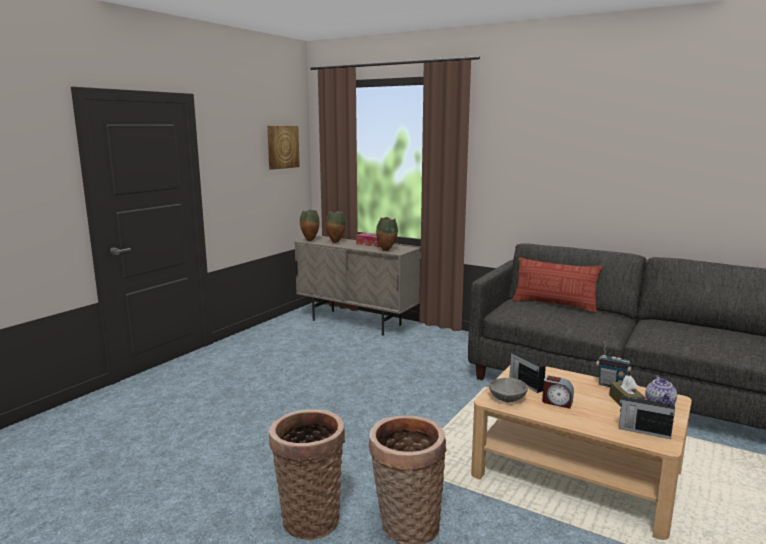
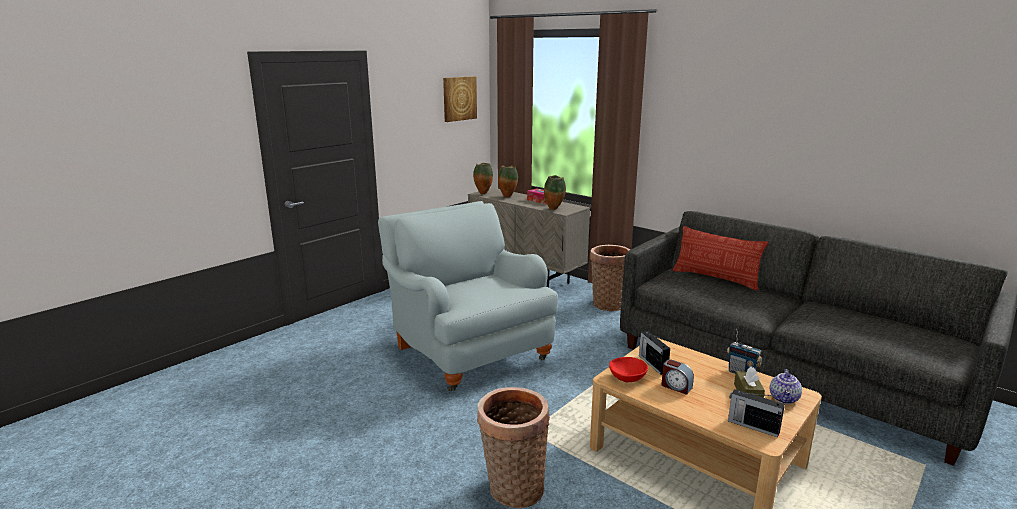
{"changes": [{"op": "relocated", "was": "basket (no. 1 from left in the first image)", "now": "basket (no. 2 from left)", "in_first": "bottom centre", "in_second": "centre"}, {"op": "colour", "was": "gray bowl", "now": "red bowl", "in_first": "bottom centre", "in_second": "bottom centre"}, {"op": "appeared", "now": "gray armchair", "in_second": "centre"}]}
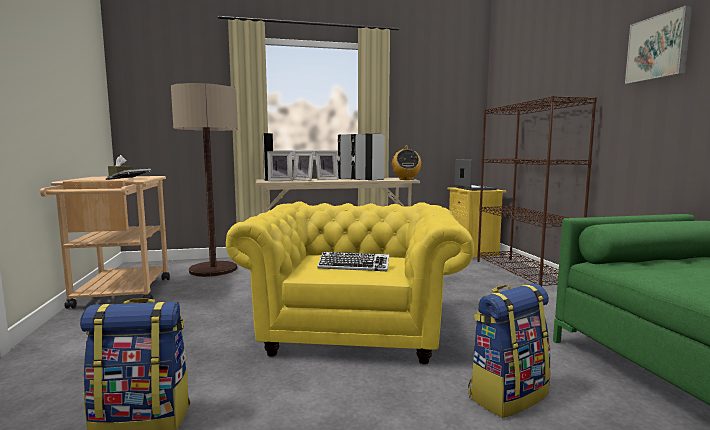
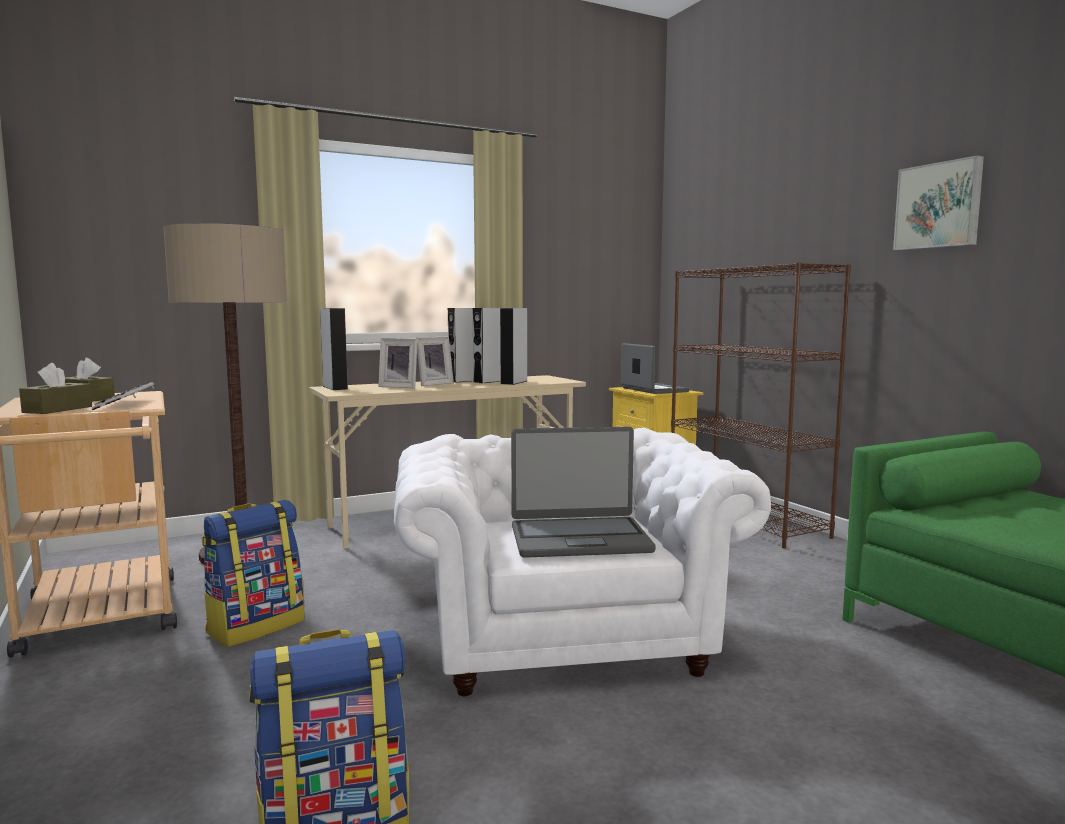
{"changes": [{"op": "colour", "was": "yellow armchair", "now": "white-coloured armchair", "in_first": "centre", "in_second": "bottom centre"}, {"op": "missing", "was": "picture frame (no. 1 from left)", "in_first": "centre"}, {"op": "exchanged", "was": "PC keyboard (no. 2 from left)", "now": "laptop (no. 1 from left)", "in_first": "centre", "in_second": "centre"}, {"op": "missing", "was": "radio", "in_first": "centre"}, {"op": "relocated", "was": "backpack (no. 2 from left in the first image)", "now": "backpack (no. 1 from left)", "in_first": "bottom right", "in_second": "bottom left"}, {"op": "appeared", "now": "brown-coloured tissue holder (no. 1 from left)", "in_second": "middle left"}]}
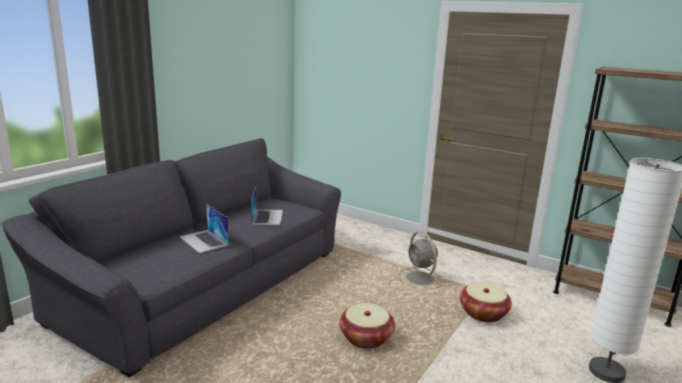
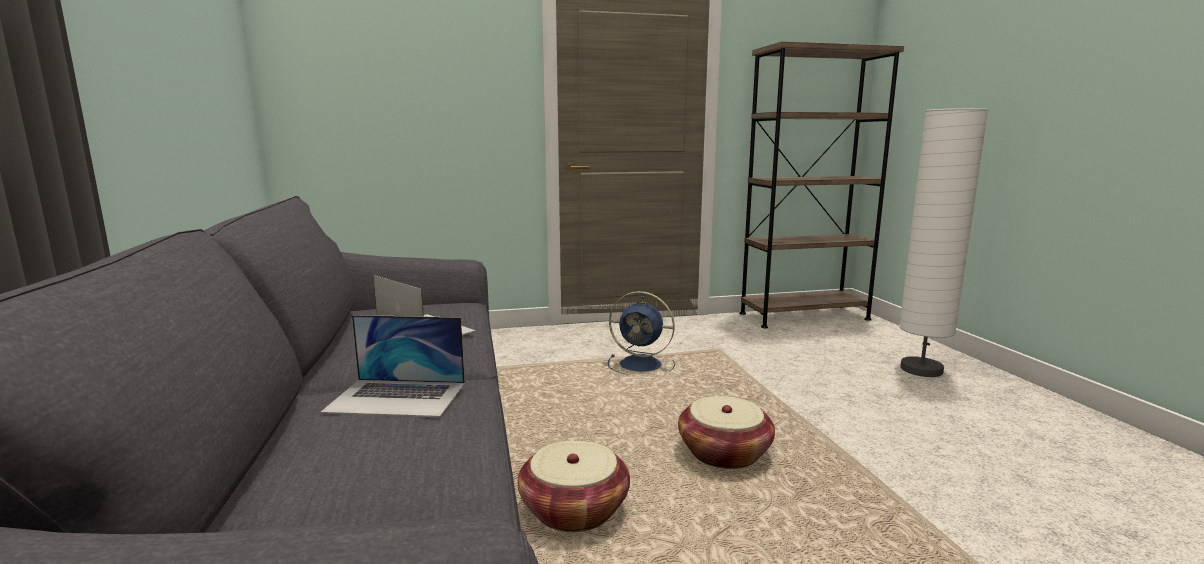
{"changes": [{"op": "colour", "was": "gray electric fan", "now": "bluish electric fan", "in_first": "bottom centre", "in_second": "centre"}, {"op": "relocated", "was": "basket (no. 2 from left in the first image)", "now": "basket (no. 1 from left)", "in_first": "bottom right", "in_second": "bottom centre"}]}
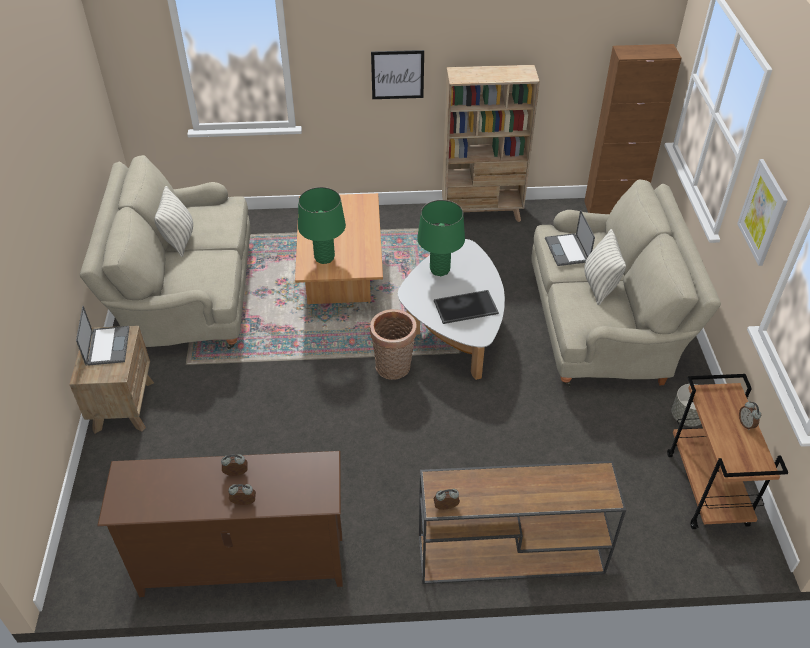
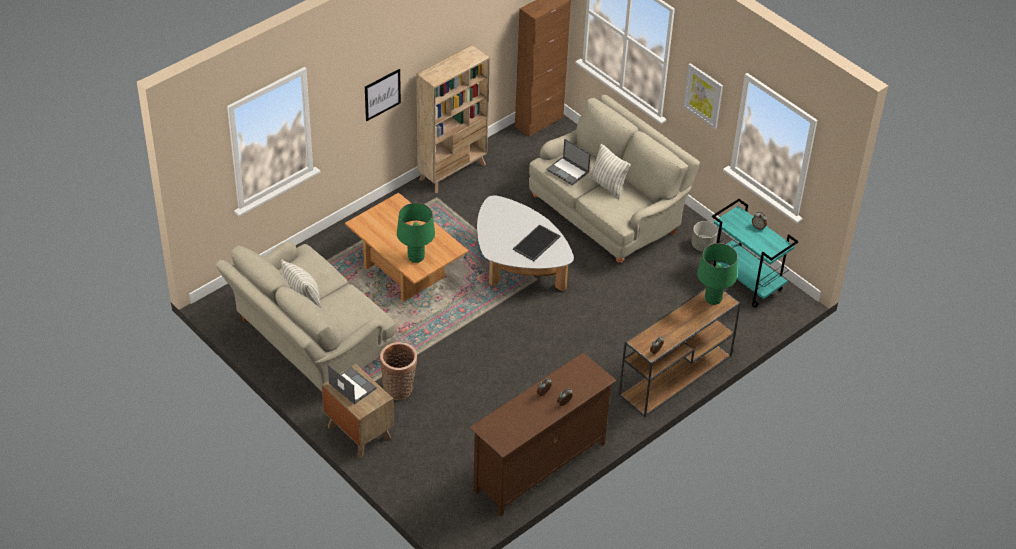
{"changes": [{"op": "relocated", "was": "basket", "in_first": "centre", "in_second": "bottom centre"}, {"op": "relocated", "was": "green table lamp (no. 2 from left)", "in_first": "centre", "in_second": "middle right"}, {"op": "colour", "was": "brown-coloured trolley", "now": "turquoise trolley", "in_first": "bottom right", "in_second": "middle right"}]}
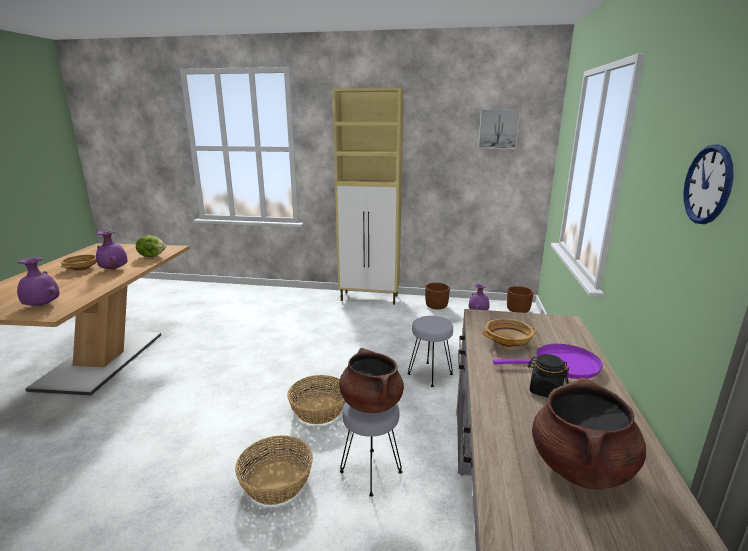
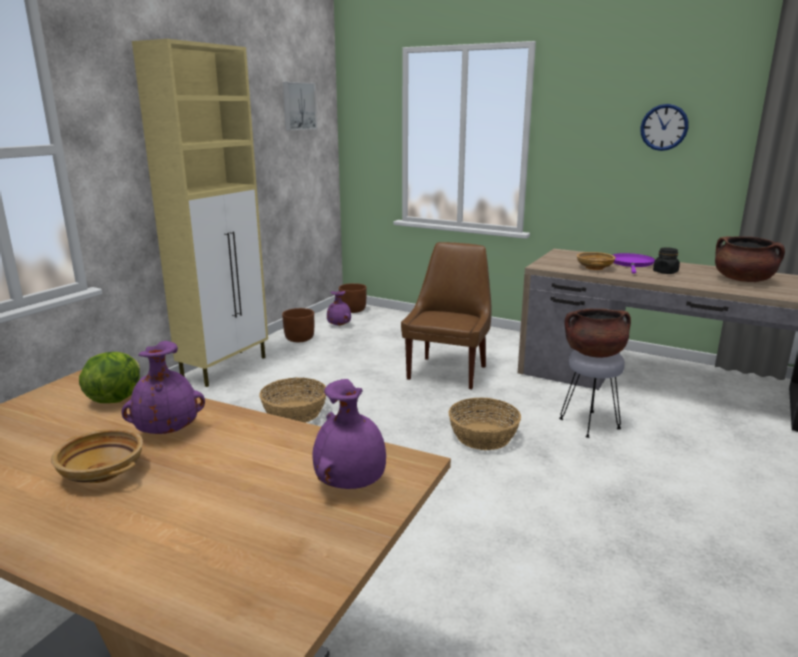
{"changes": [{"op": "relocated", "was": "basket (no. 1 from left)", "in_first": "bottom centre", "in_second": "centre"}, {"op": "exchanged", "was": "gray stool seat (no. 2 from left)", "now": "brown-coloured upright chair", "in_first": "centre", "in_second": "centre"}]}
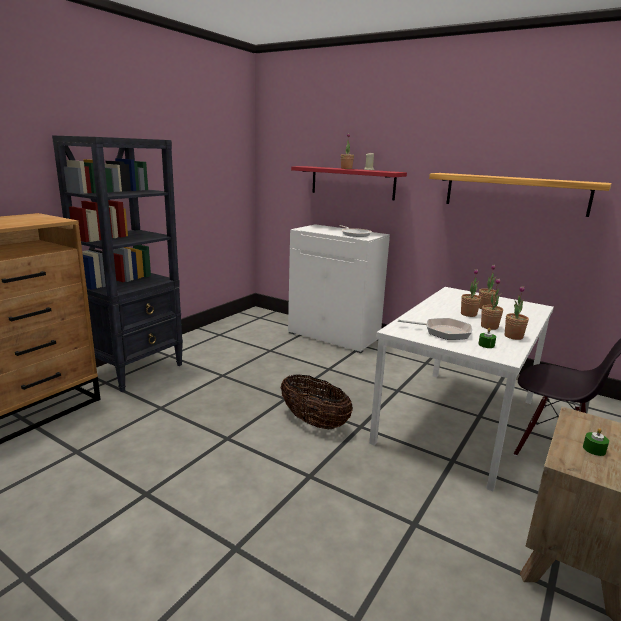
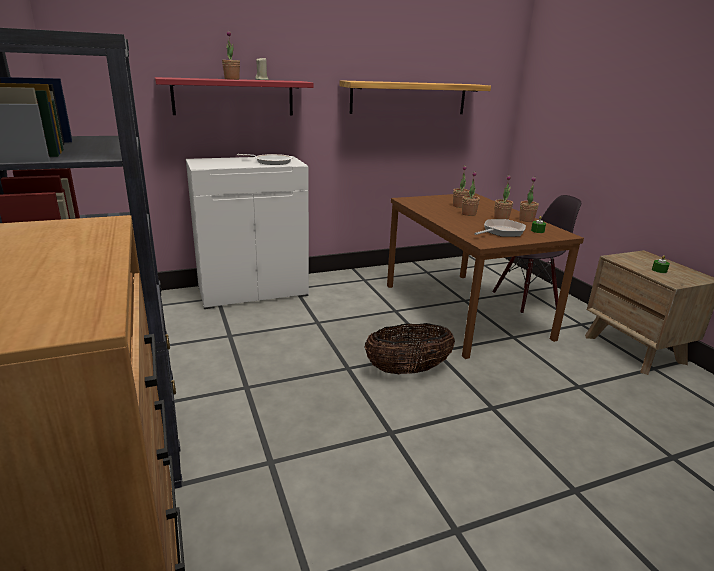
{"changes": [{"op": "colour", "was": "white-coloured kitchen table", "now": "brown-coloured kitchen table", "in_first": "middle right", "in_second": "middle right"}]}
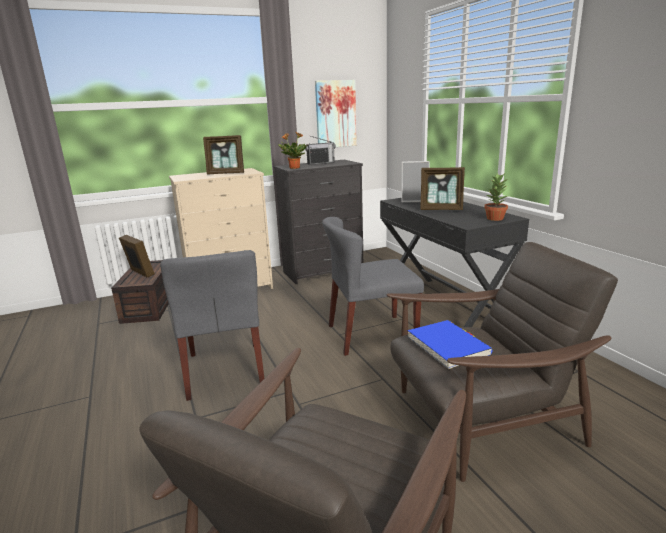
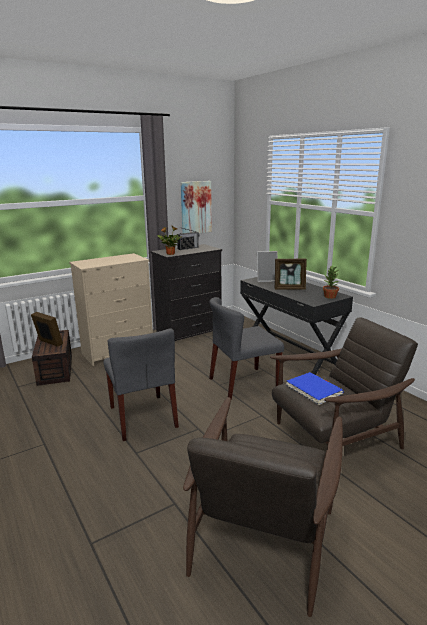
{"changes": [{"op": "missing", "was": "picture frame (no. 2 from left)", "in_first": "top centre"}]}
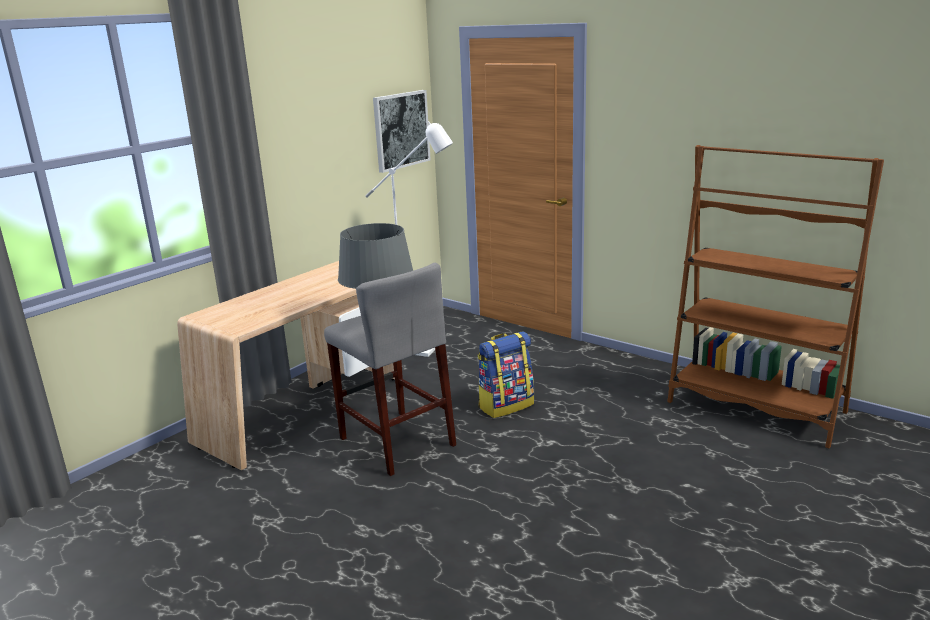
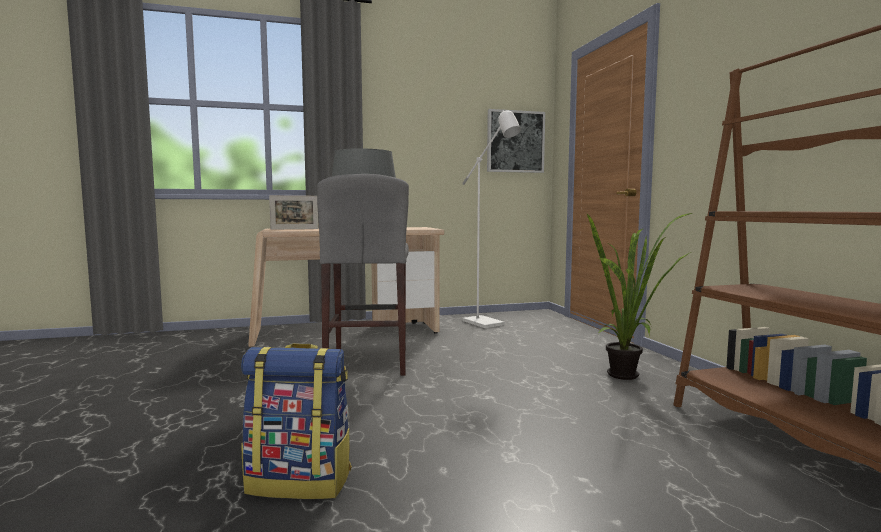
{"changes": [{"op": "relocated", "was": "backpack", "in_first": "centre", "in_second": "bottom centre"}, {"op": "appeared", "now": "picture frame", "in_second": "centre"}, {"op": "appeared", "now": "plant in a pot", "in_second": "middle right"}]}
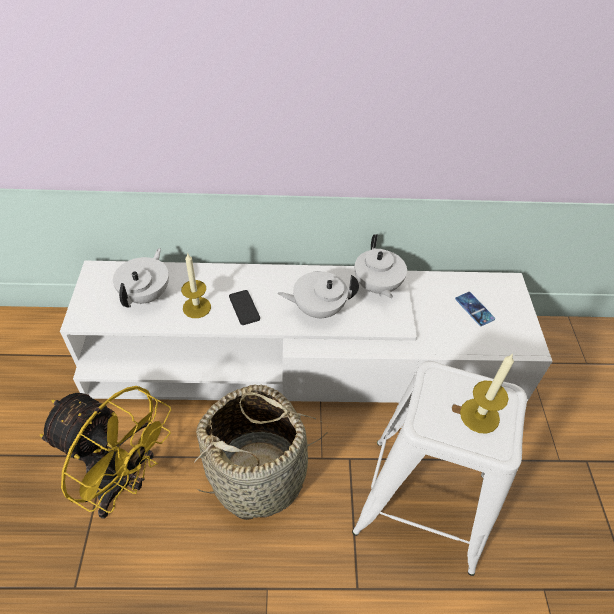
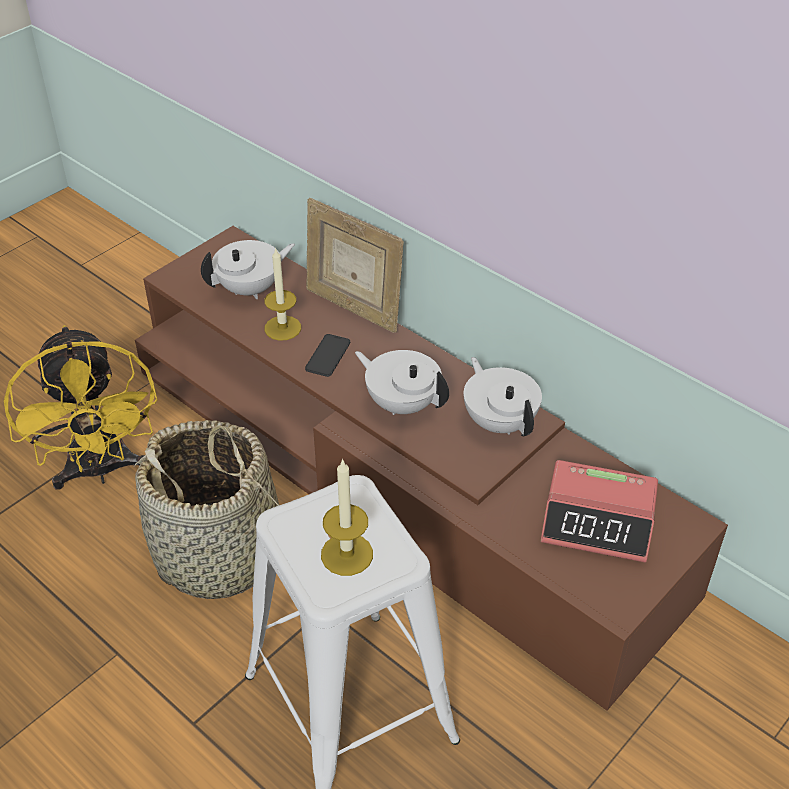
{"changes": [{"op": "colour", "was": "white-coloured tv stand", "now": "brown-coloured tv stand", "in_first": "centre", "in_second": "centre"}, {"op": "spun", "was": "white-coloured pot for tea (no. 3 from left)", "in_first": "centre", "in_second": "centre", "clockwise": 120}, {"op": "exchanged", "was": "phone (no. 2 from left)", "now": "table clock", "in_first": "middle right", "in_second": "middle right"}, {"op": "appeared", "now": "picture frame", "in_second": "centre"}]}
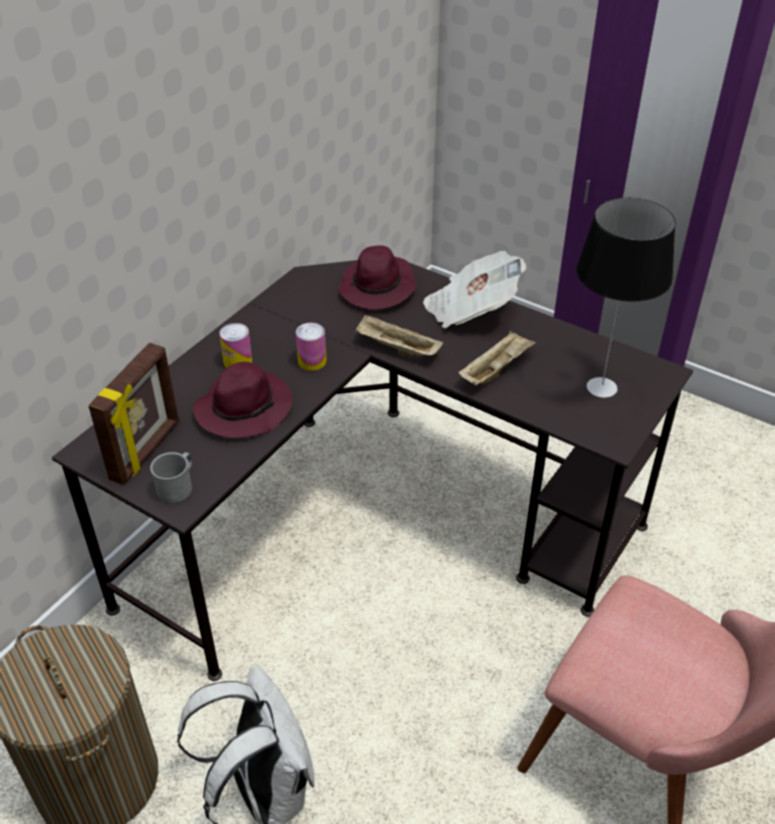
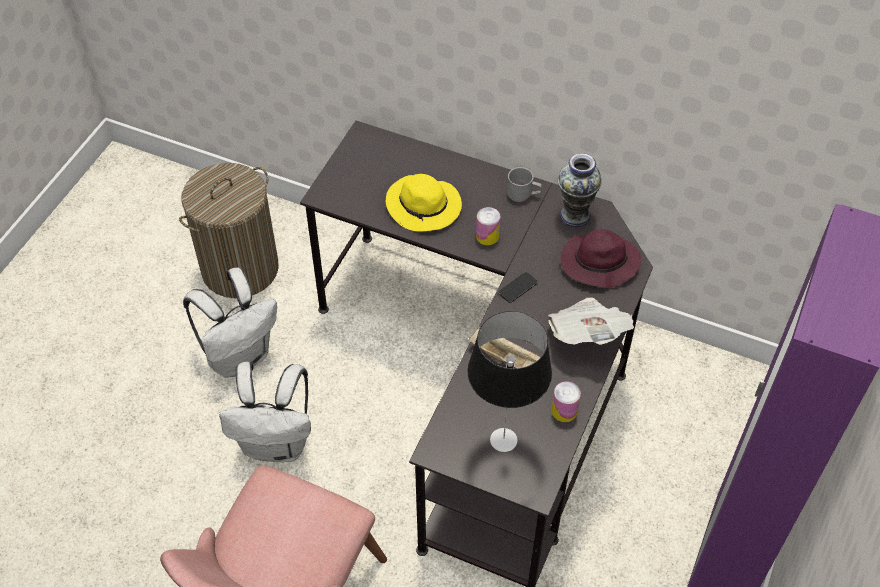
{"changes": [{"op": "missing", "was": "picture frame", "in_first": "middle left"}, {"op": "relocated", "was": "gray tea mug", "in_first": "middle left", "in_second": "top centre"}, {"op": "colour", "was": "purplish wearable hat (no. 1 from left)", "now": "yellow wearable hat", "in_first": "middle left", "in_second": "centre"}, {"op": "relocated", "was": "can (no. 1 from left in the first image)", "now": "can (no. 2 from left)", "in_first": "middle left", "in_second": "bottom centre"}, {"op": "exchanged", "was": "beige serving tray (no. 1 from left)", "now": "phone", "in_first": "centre", "in_second": "centre"}, {"op": "appeared", "now": "white-coloured backpack (no. 2 from left)", "in_second": "bottom left"}, {"op": "appeared", "now": "vase", "in_second": "top centre"}]}
